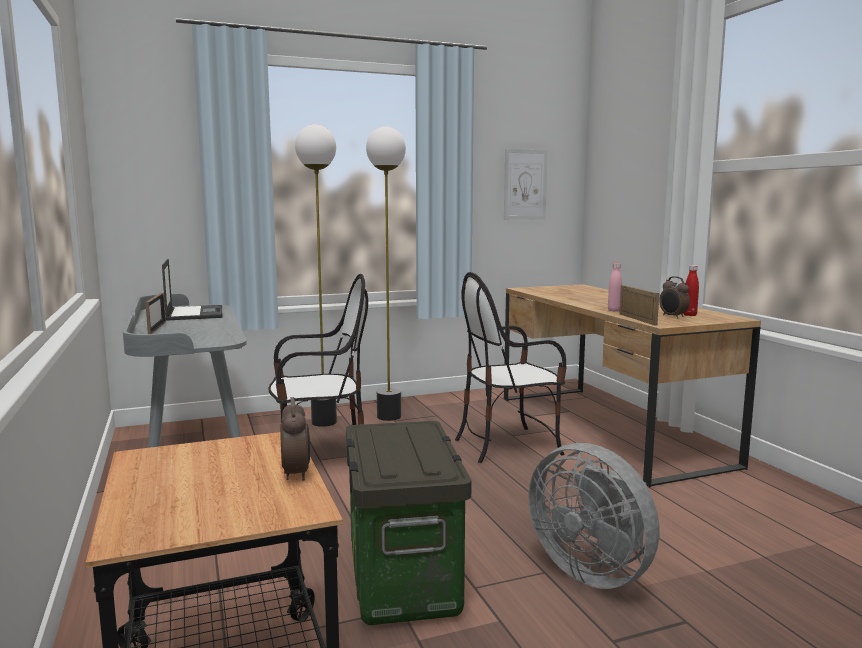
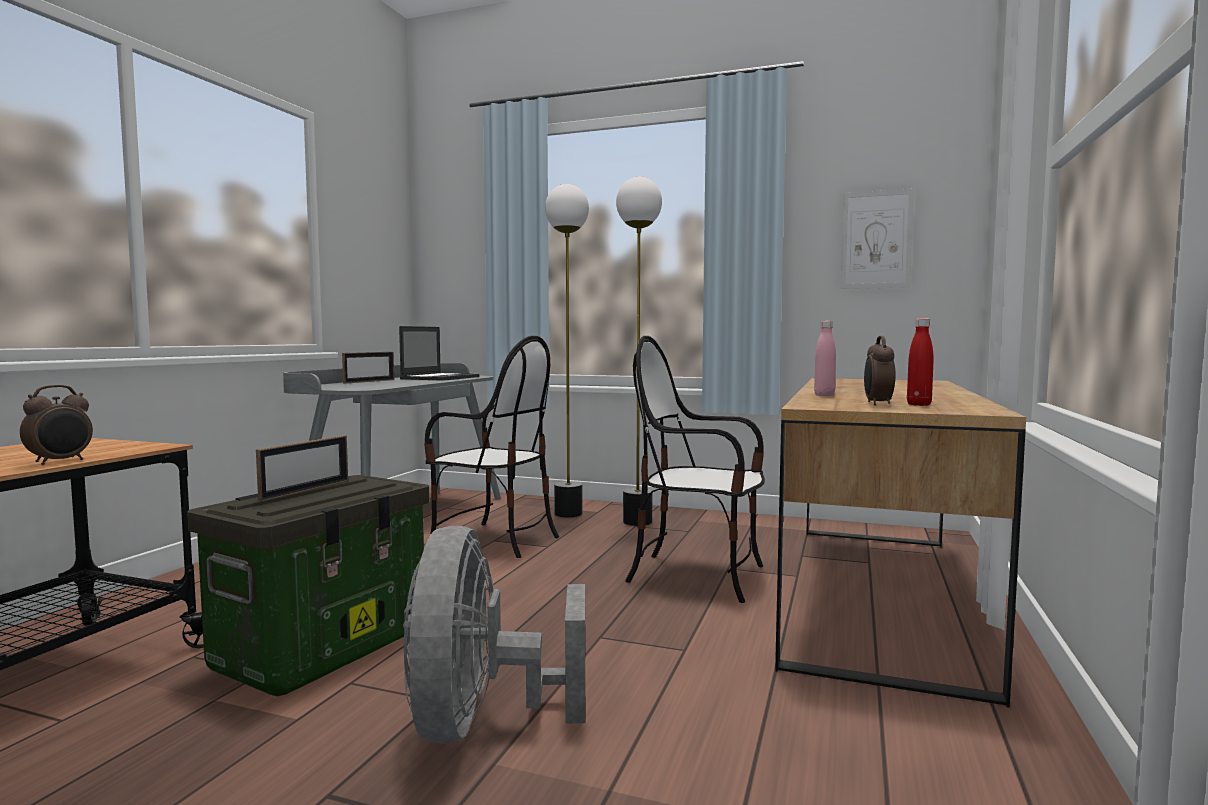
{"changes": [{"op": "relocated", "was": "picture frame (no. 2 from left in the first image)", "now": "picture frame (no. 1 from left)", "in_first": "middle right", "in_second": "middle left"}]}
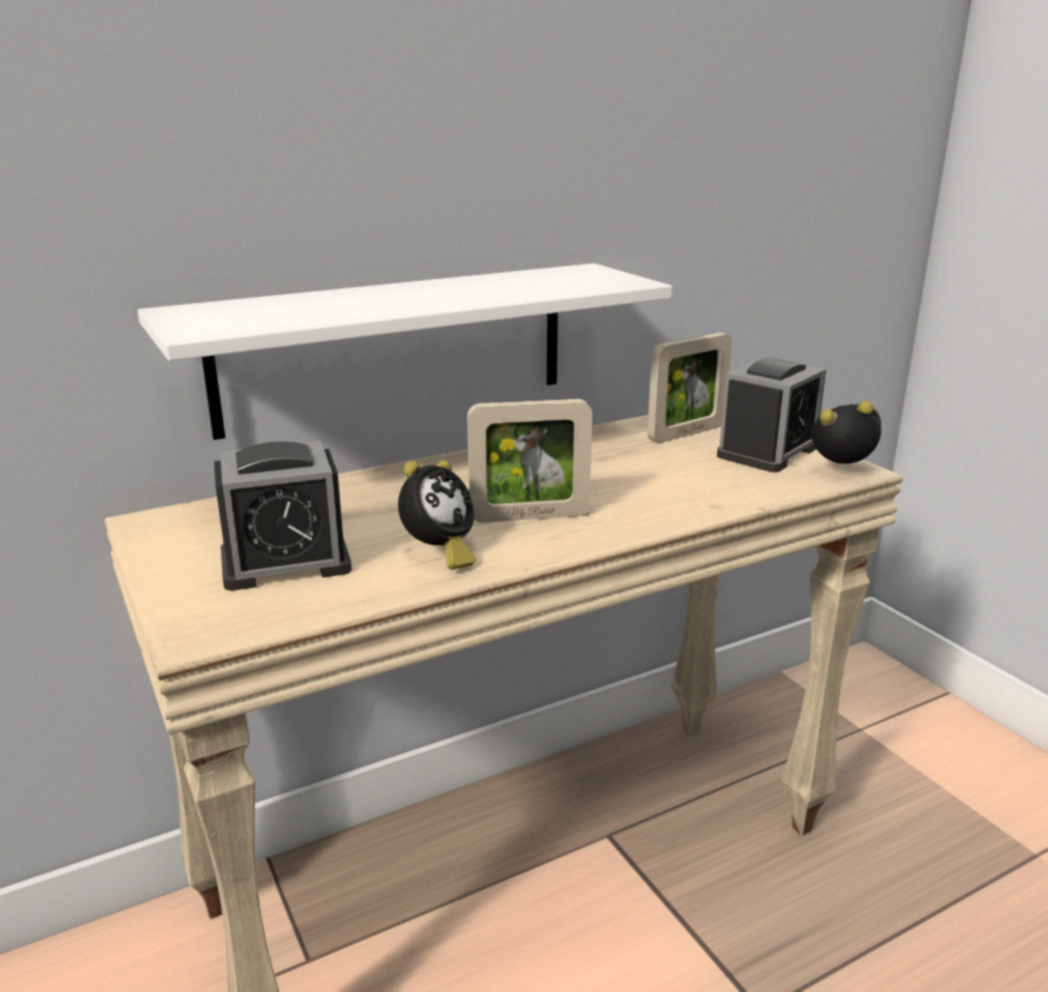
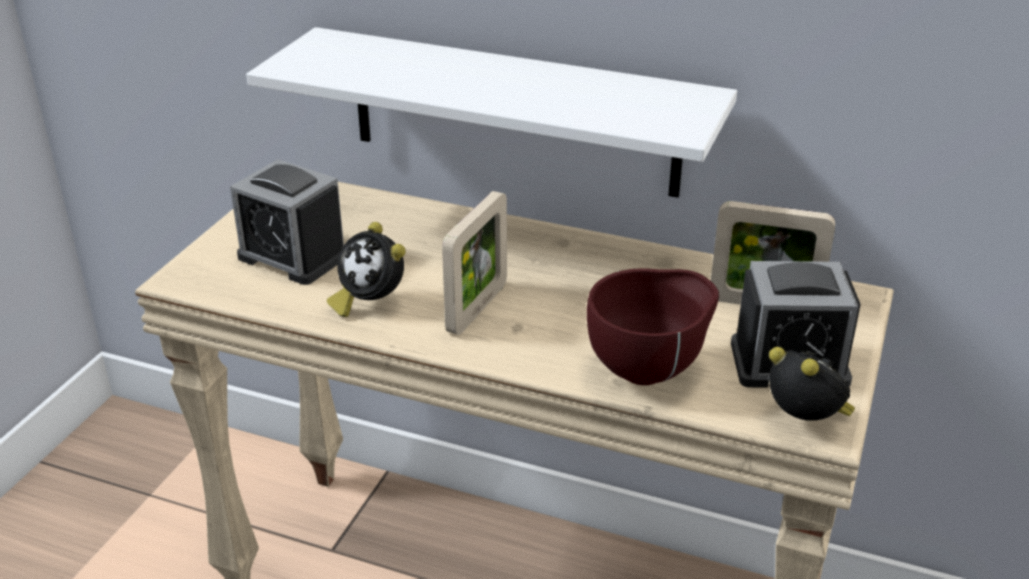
{"changes": [{"op": "spun", "was": "table clock (no. 2 from left)", "in_first": "centre", "in_second": "centre", "clockwise": 45}, {"op": "spun", "was": "picture frame (no. 1 from left)", "in_first": "centre", "in_second": "centre", "clockwise": -105}, {"op": "appeared", "now": "brown-coloured bowl", "in_second": "centre"}]}
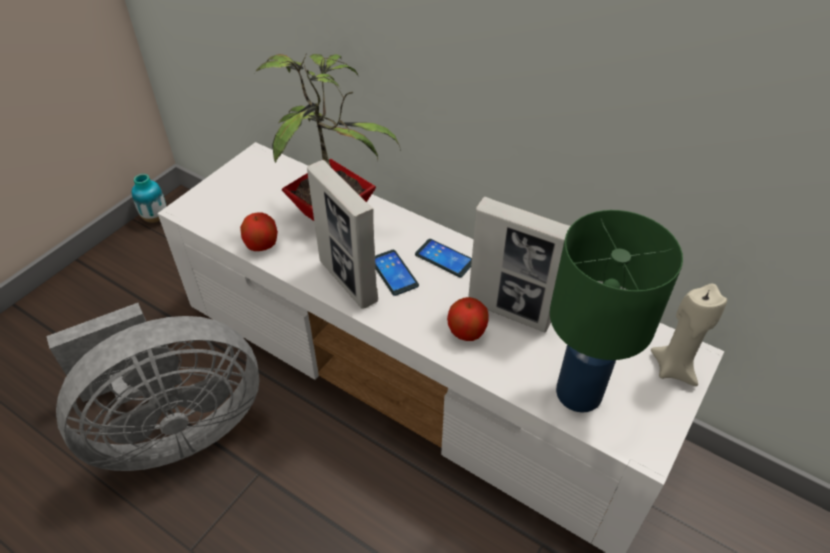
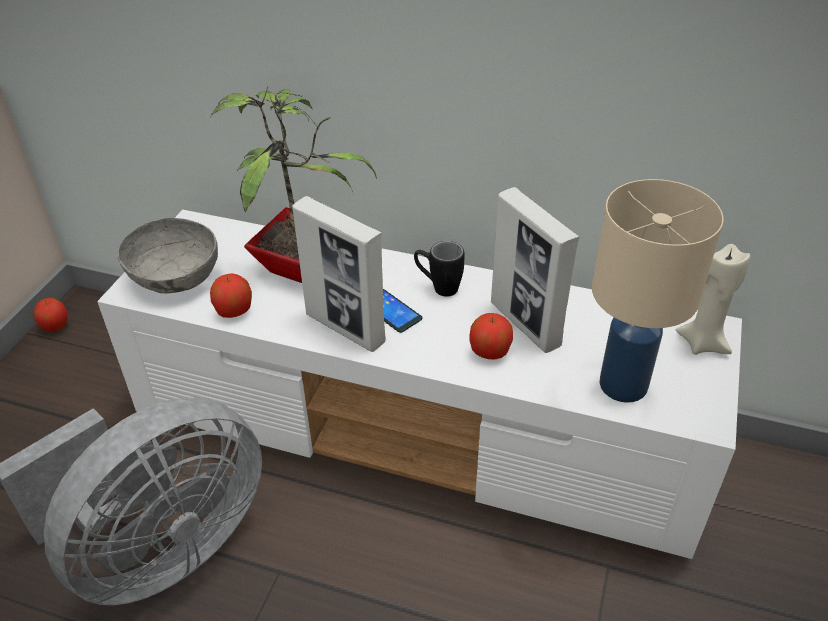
{"changes": [{"op": "exchanged", "was": "vase", "now": "whole apple (no. 1 from left)", "in_first": "middle left", "in_second": "middle left"}, {"op": "exchanged", "was": "phone (no. 2 from left)", "now": "black tea mug", "in_first": "centre", "in_second": "centre"}, {"op": "spun", "was": "picture frame (no. 2 from left)", "in_first": "centre", "in_second": "centre", "clockwise": 45}, {"op": "colour", "was": "green table lamp", "now": "beige table lamp", "in_first": "middle right", "in_second": "middle right"}, {"op": "appeared", "now": "gray bowl", "in_second": "middle left"}]}
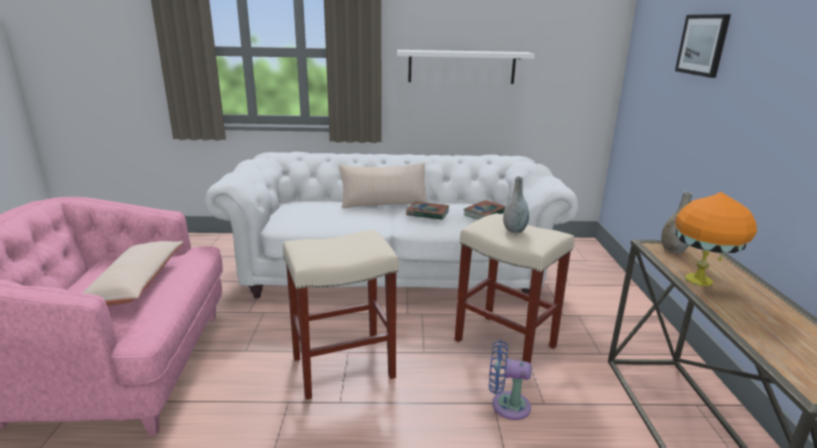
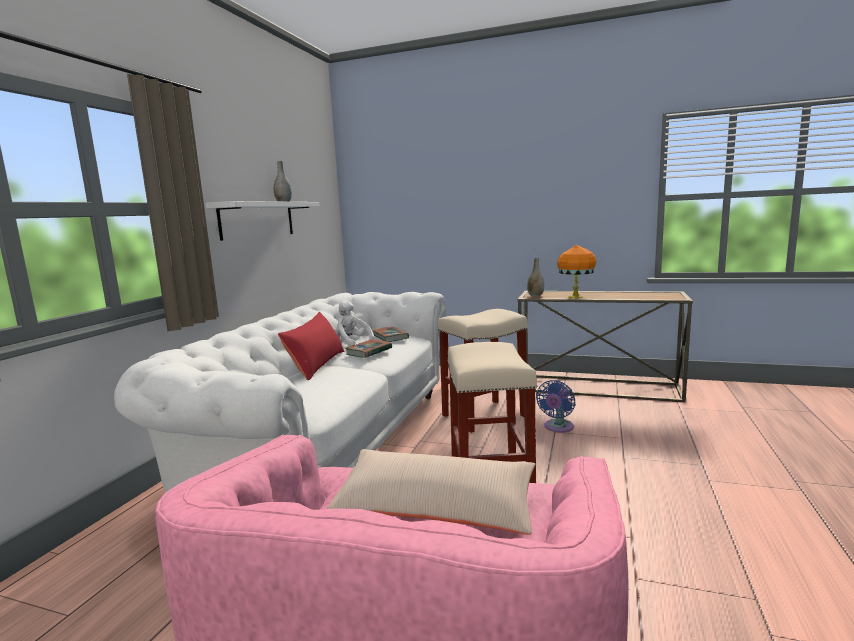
{"changes": [{"op": "colour", "was": "beige cushion (no. 2 from left)", "now": "red cushion", "in_first": "centre", "in_second": "centre"}, {"op": "relocated", "was": "gray vase (no. 1 from left)", "in_first": "centre", "in_second": "top left"}, {"op": "missing", "was": "wall art", "in_first": "top right"}, {"op": "appeared", "now": "white-coloured cuddly toy", "in_second": "centre"}]}
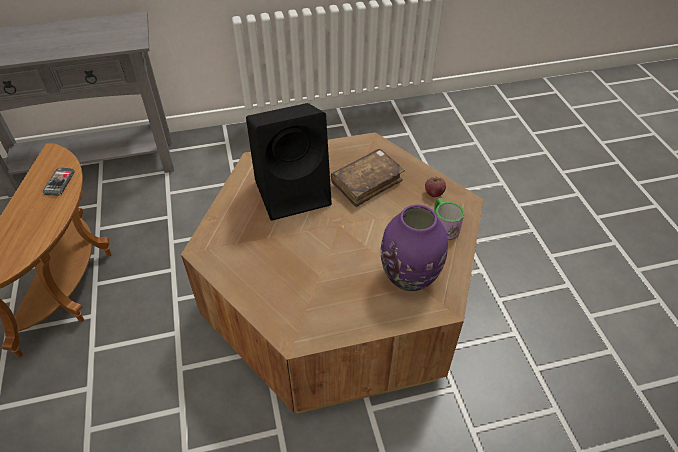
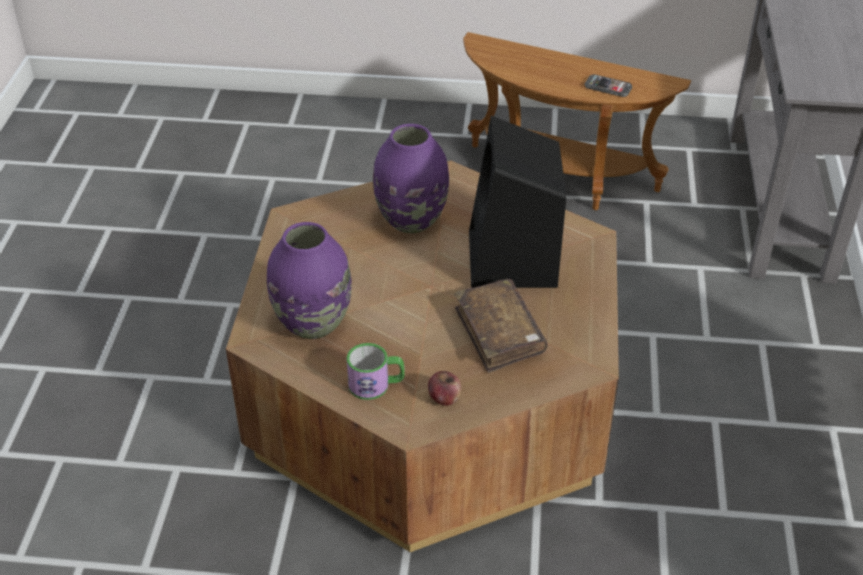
{"changes": [{"op": "appeared", "now": "purplish vase (no. 2 from left)", "in_second": "top centre"}]}
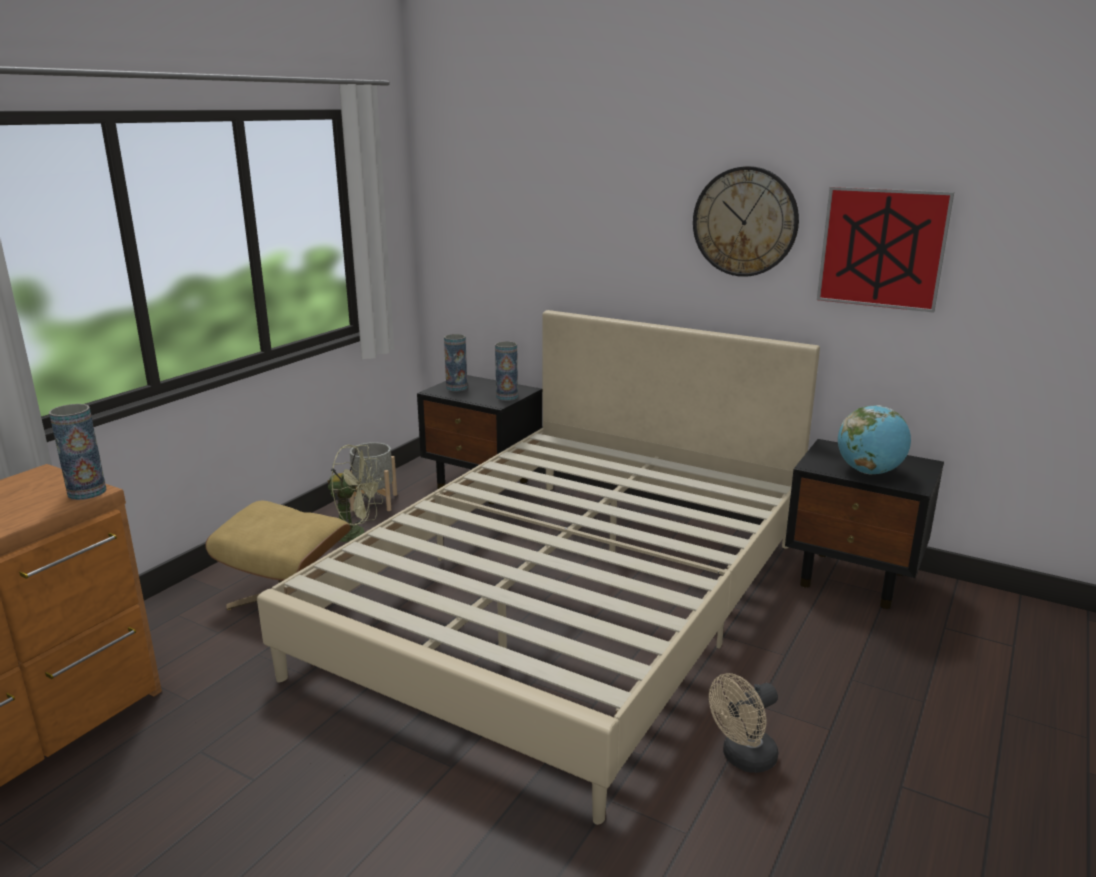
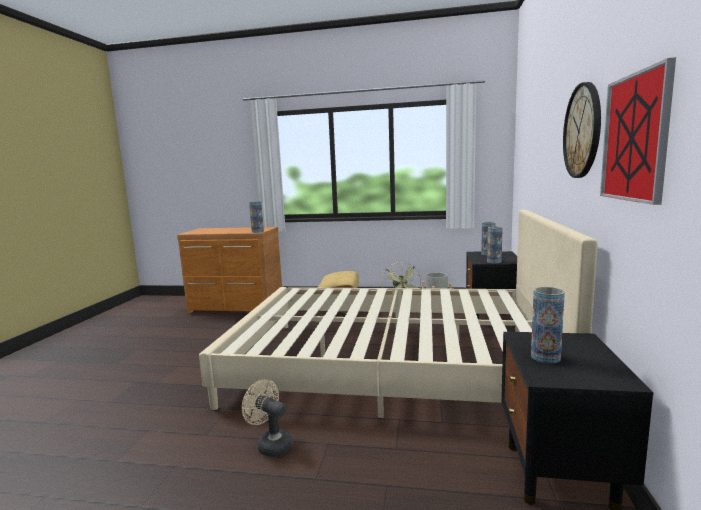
{"changes": [{"op": "exchanged", "was": "world globe", "now": "vase (no. 4 from left)", "in_first": "middle right", "in_second": "middle right"}]}
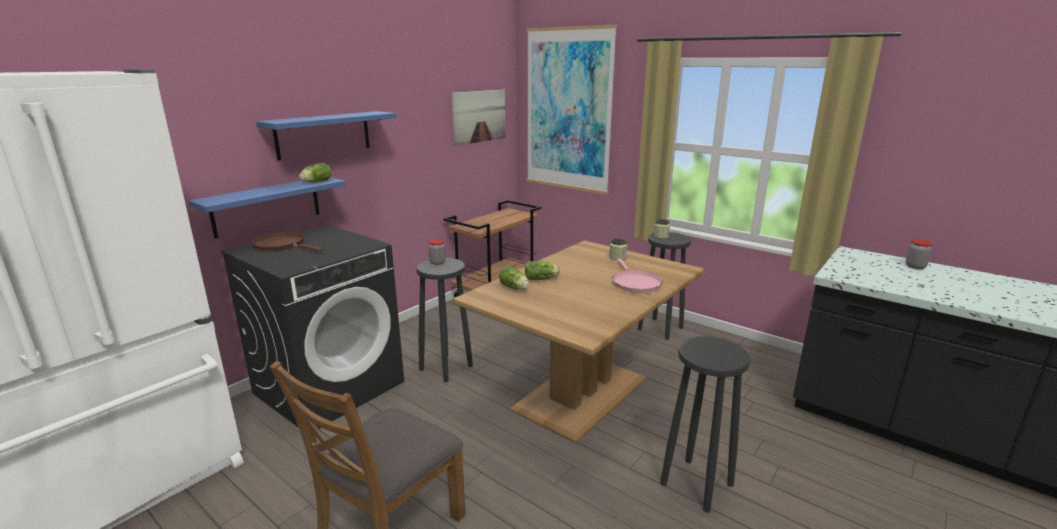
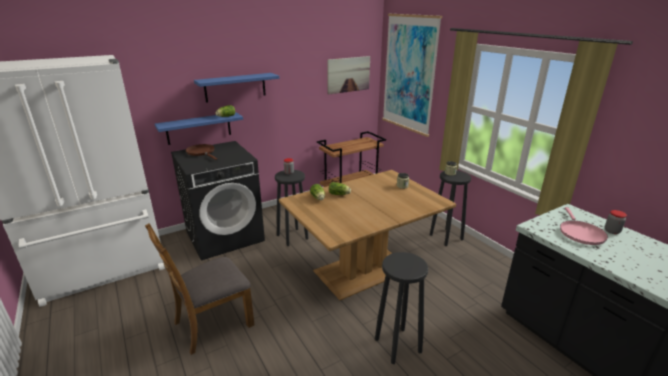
{"changes": [{"op": "relocated", "was": "pink pan", "in_first": "centre", "in_second": "middle right"}]}
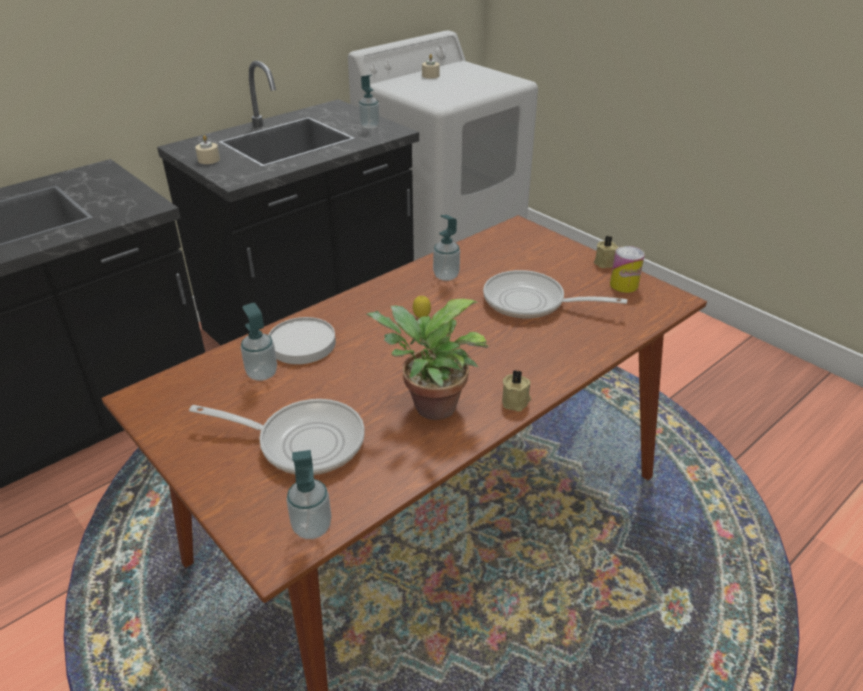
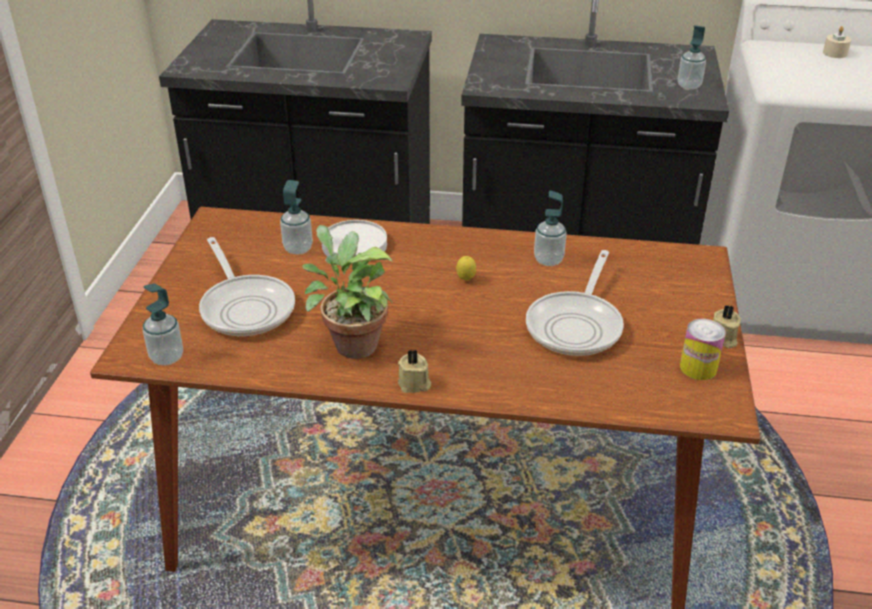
{"changes": [{"op": "missing", "was": "beige wax light (no. 1 from left)", "in_first": "top left"}, {"op": "spun", "was": "pan (no. 2 from left)", "in_first": "centre", "in_second": "centre", "clockwise": -135}]}
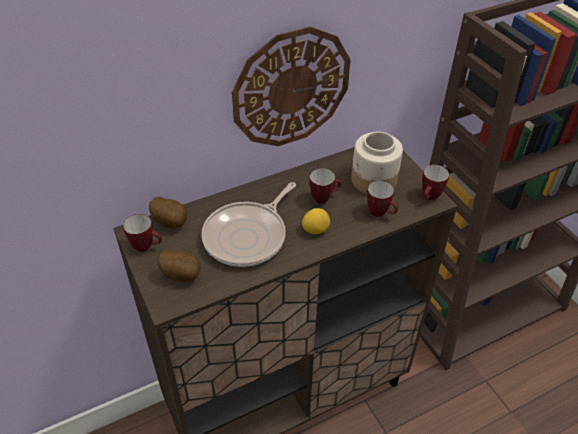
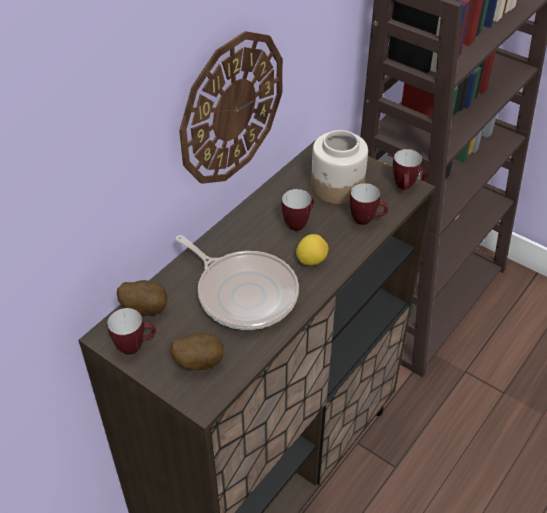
{"changes": [{"op": "spun", "was": "pan", "in_first": "centre", "in_second": "centre", "clockwise": -60}]}
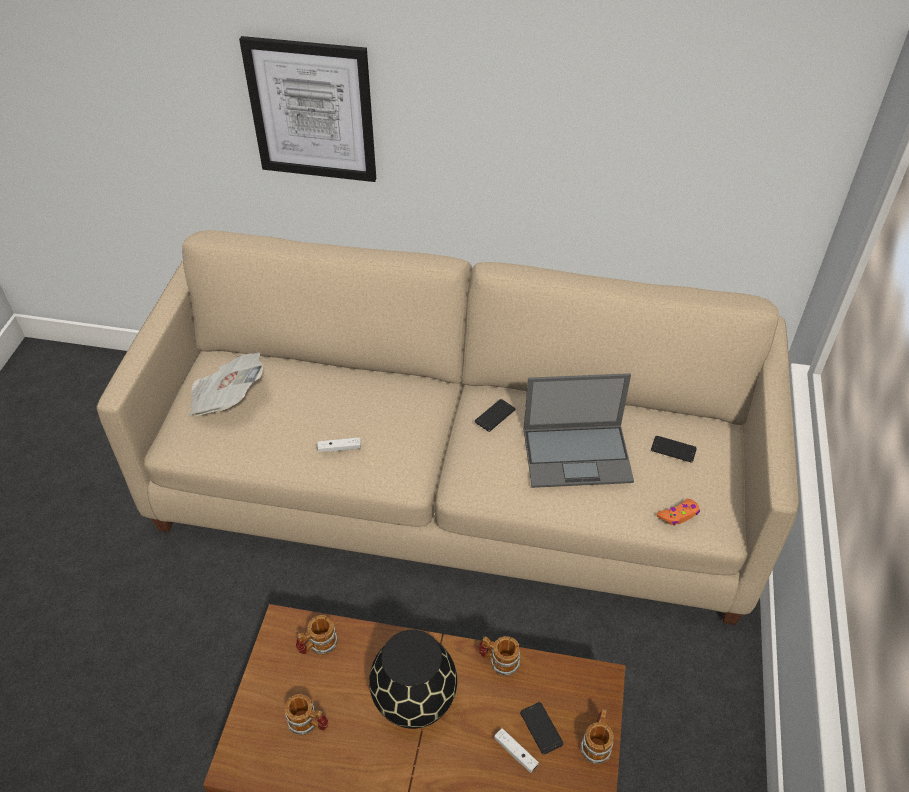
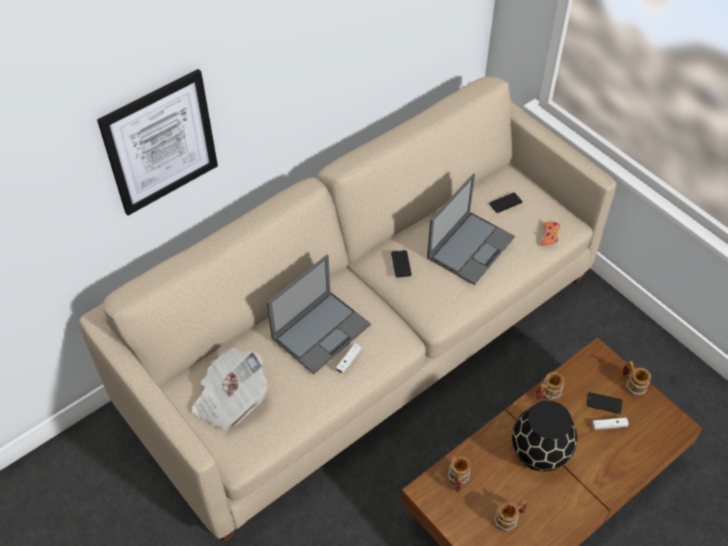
{"changes": [{"op": "appeared", "now": "laptop (no. 1 from left)", "in_second": "centre"}]}
